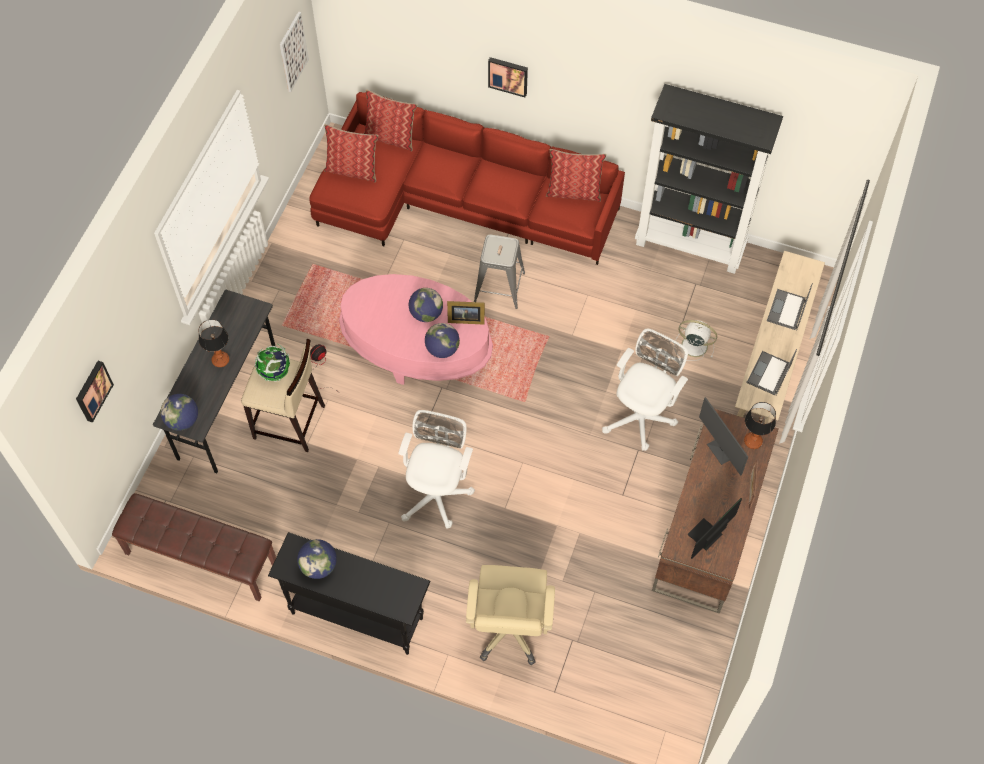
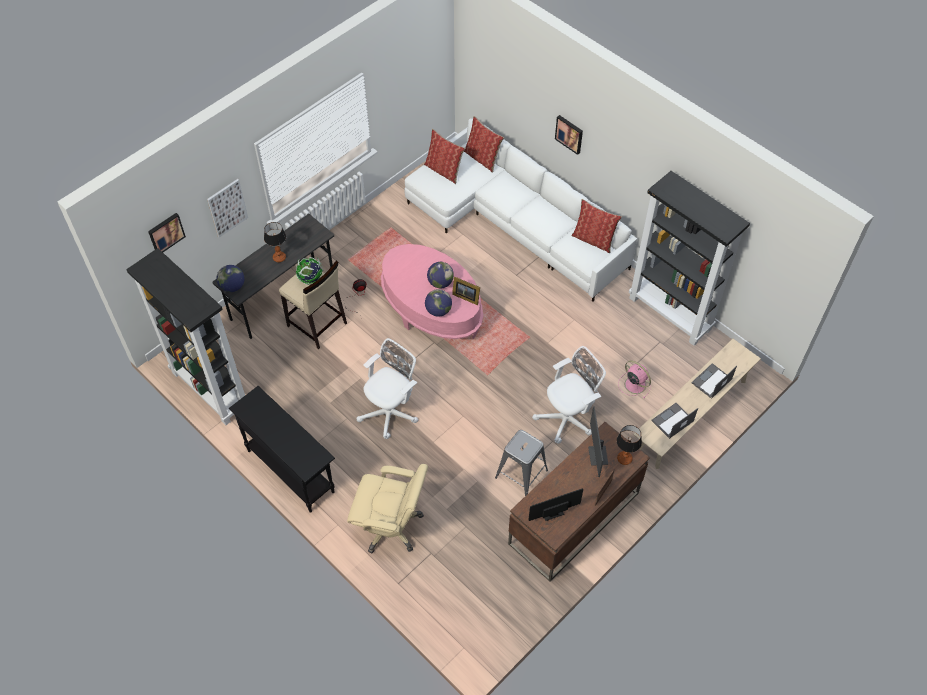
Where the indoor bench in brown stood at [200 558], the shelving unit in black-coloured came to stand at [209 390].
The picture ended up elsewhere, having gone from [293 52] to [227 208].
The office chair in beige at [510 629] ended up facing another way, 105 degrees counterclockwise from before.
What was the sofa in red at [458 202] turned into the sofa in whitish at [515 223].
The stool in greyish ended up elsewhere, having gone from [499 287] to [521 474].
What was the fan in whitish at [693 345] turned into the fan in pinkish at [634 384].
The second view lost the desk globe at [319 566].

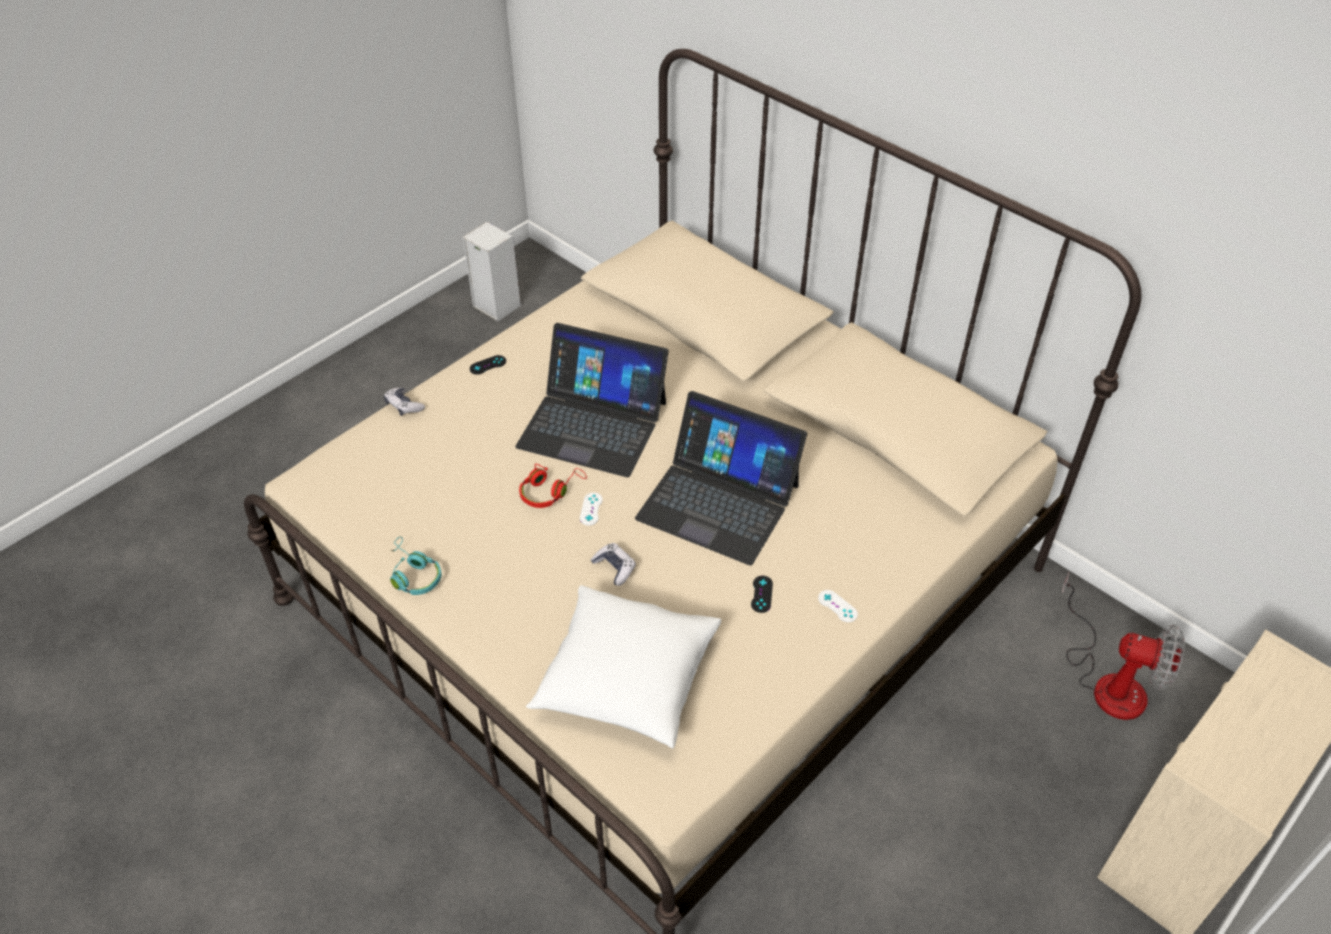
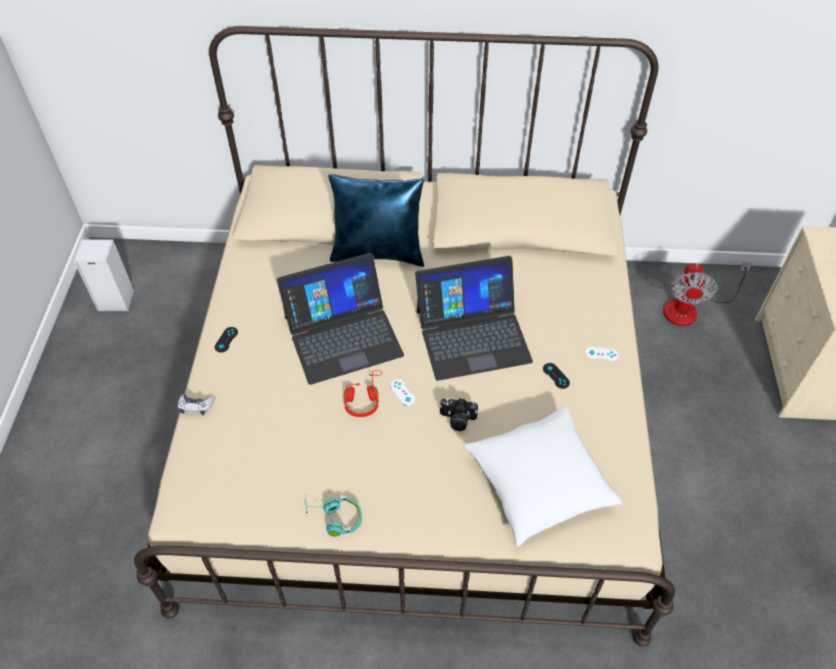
The second view gained the cushion in bluish at [378 252].
Where the gamepad stood at [614 568], the still camera came to stand at [457 420].
The fan at [1109 681] ended up facing another way, 120 degrees clockwise from before.

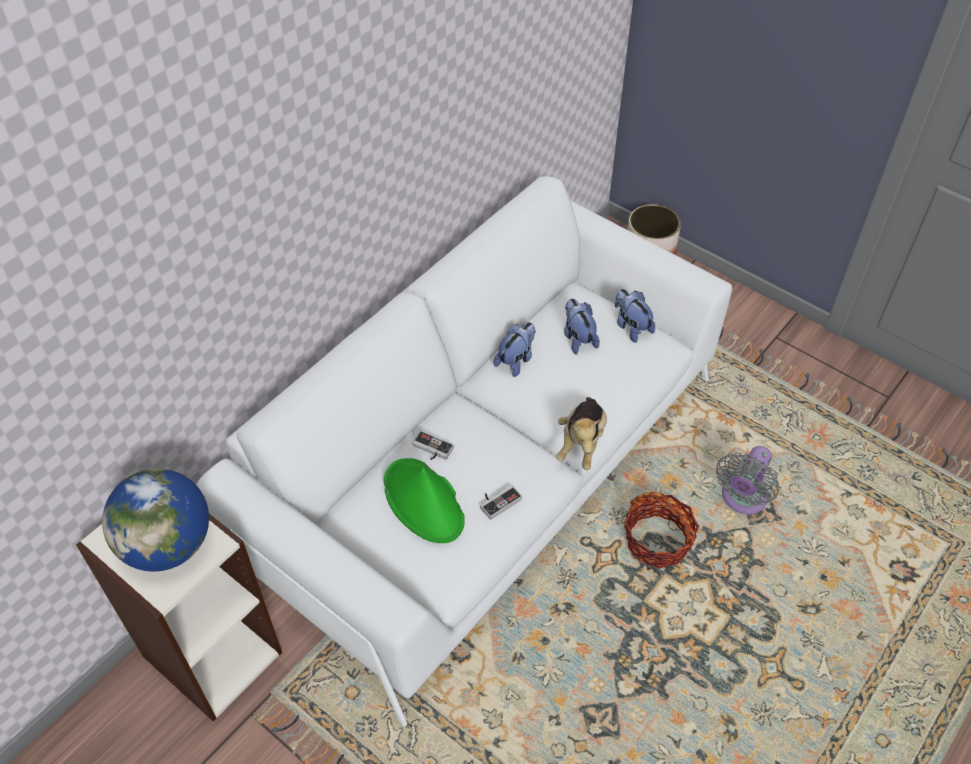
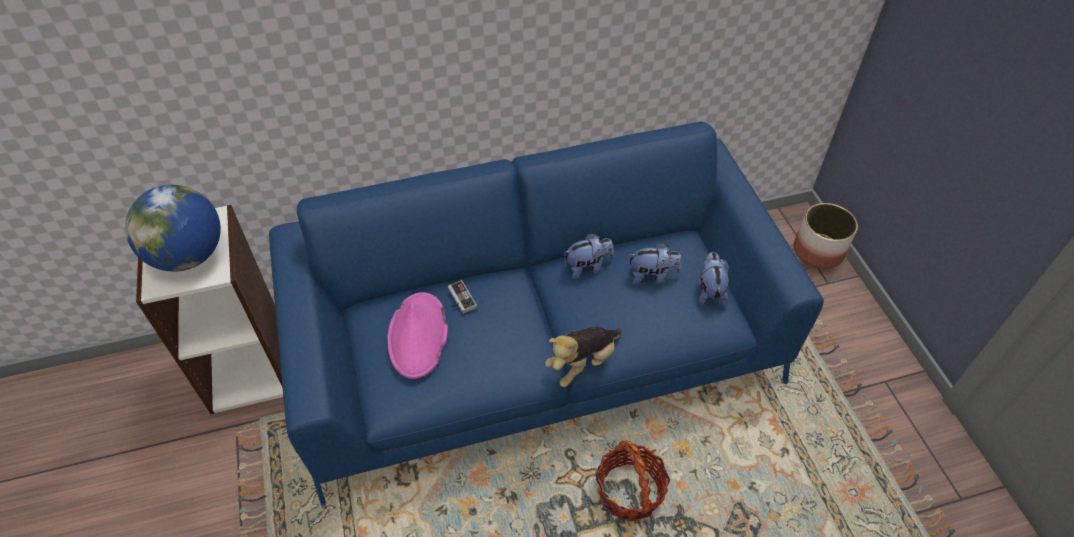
What was the sofa in whitish at [485 472] turned into the sofa in bluish at [537 351].
What was the hat in green at [424 502] turned into the hat in pinkish at [418 336].
The soft toy at [578 338] ended up facing another way, 75 degrees clockwise from before.
The second view lost the gamepad at [498 501].
The second view lost the fan in greyish at [742 499].

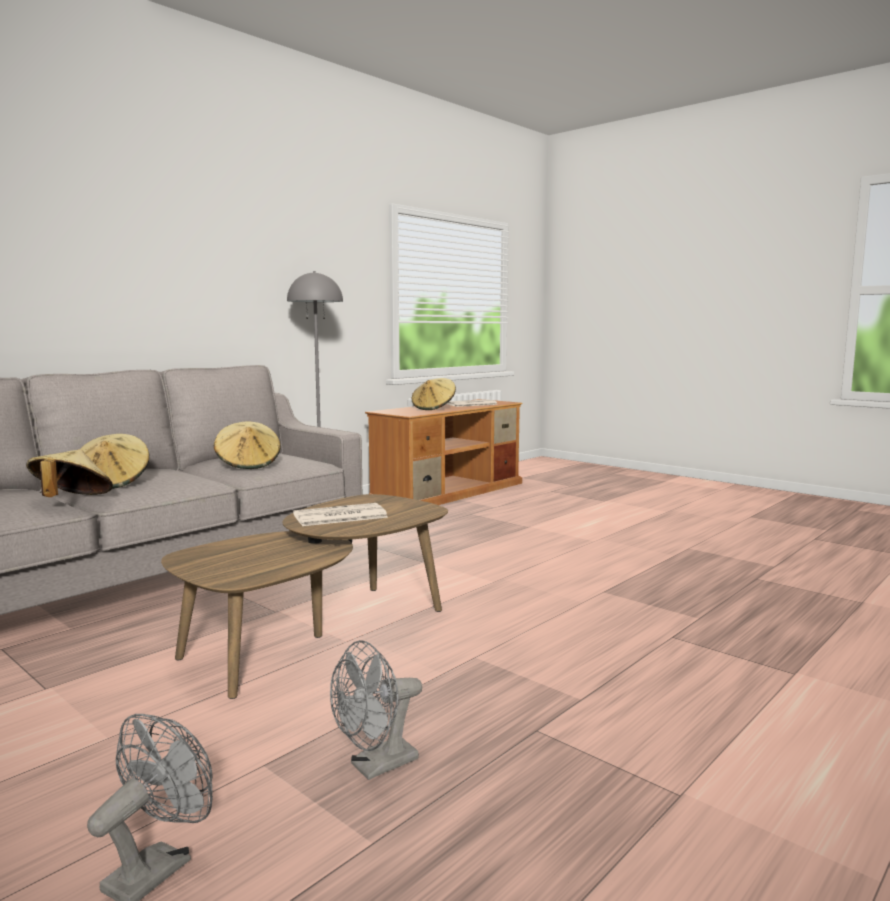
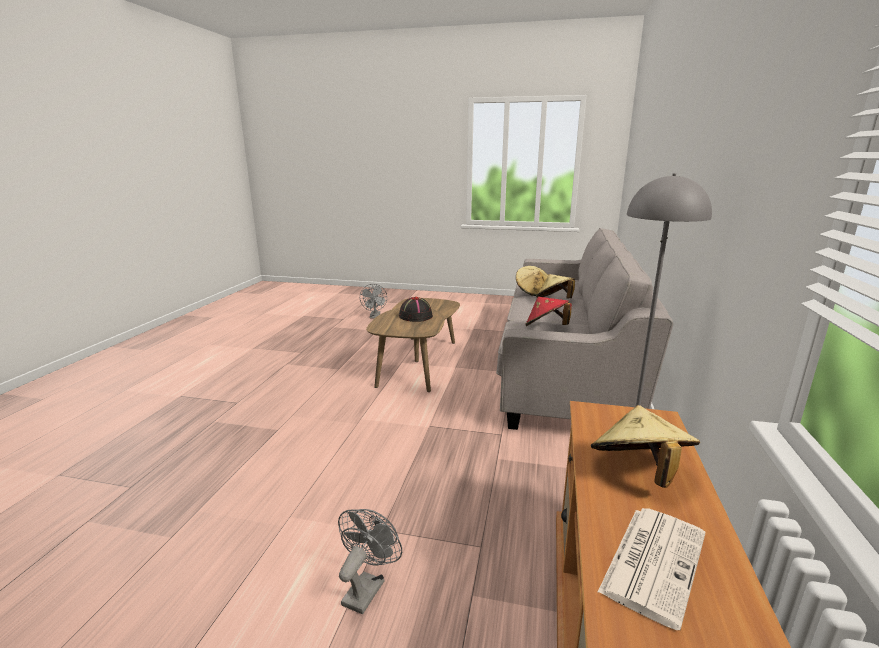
The fan in greyish ended up elsewhere, having gone from [376 766] to [367 587].
Where the printed paper stood at [339 516], the hat in black-coloured came to stand at [415 316].
What was the hat in beige at [248 464] turned into the hat in red at [546 327].

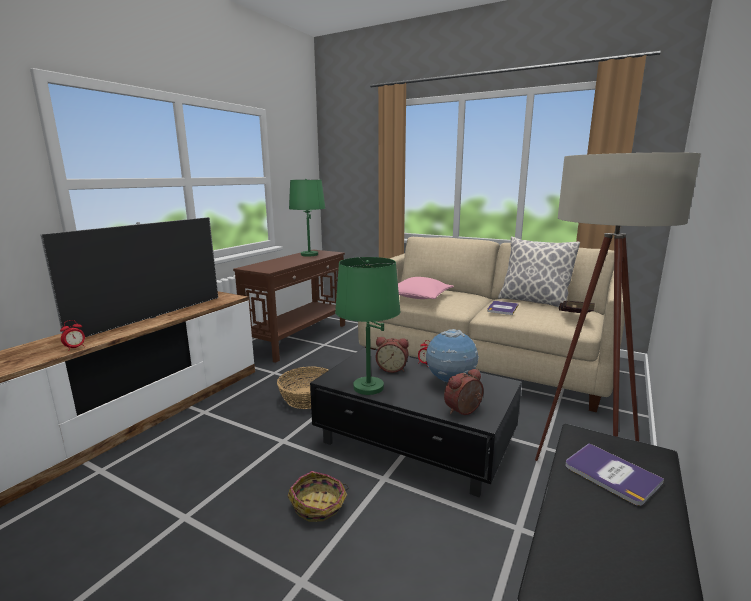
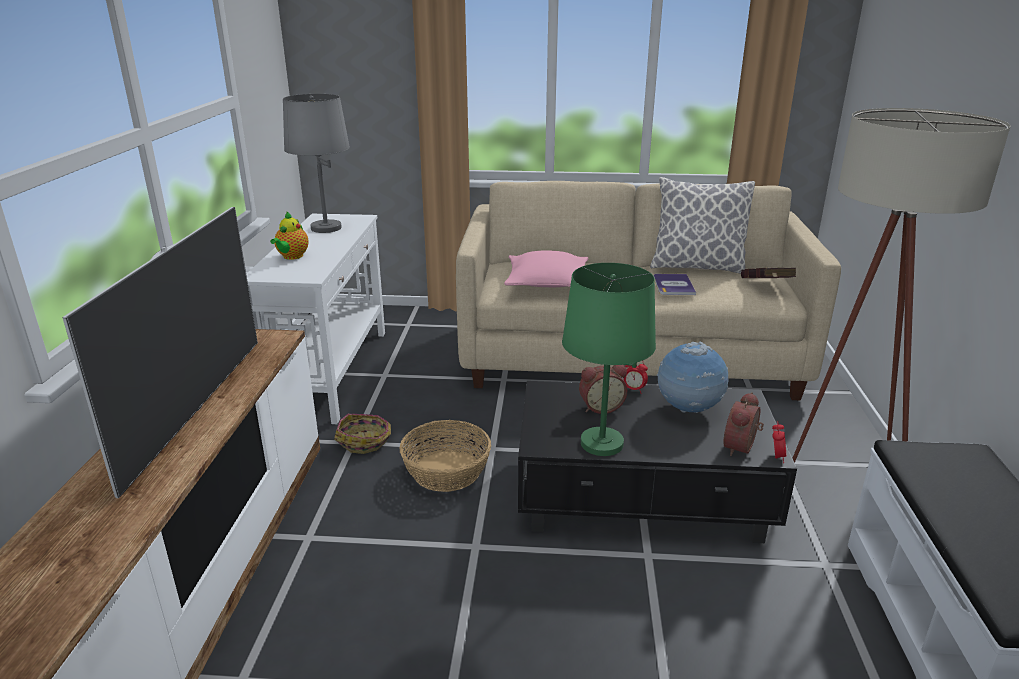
What was the console table in brown at [299 338] turned into the console table in whitish at [332 371].
The second view gained the tea pot at [292 257].
What was the lamp for a table in green at [309 254] turned into the lamp for a table in greyish at [325 228].
The basket ended up elsewhere, having gone from [319 505] to [365 441].
The alarm clock ended up elsewhere, having gone from [75 348] to [776 457].
The second view lost the bound book at [611 474].

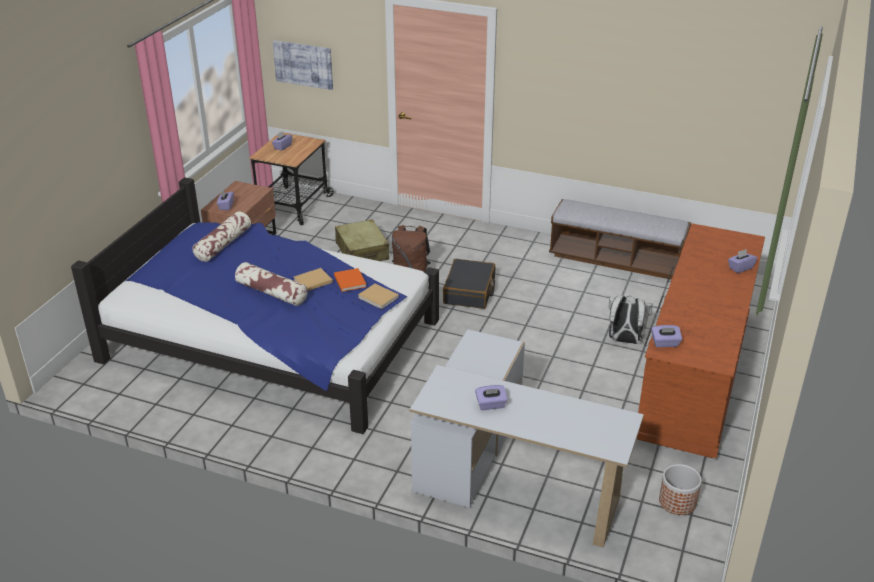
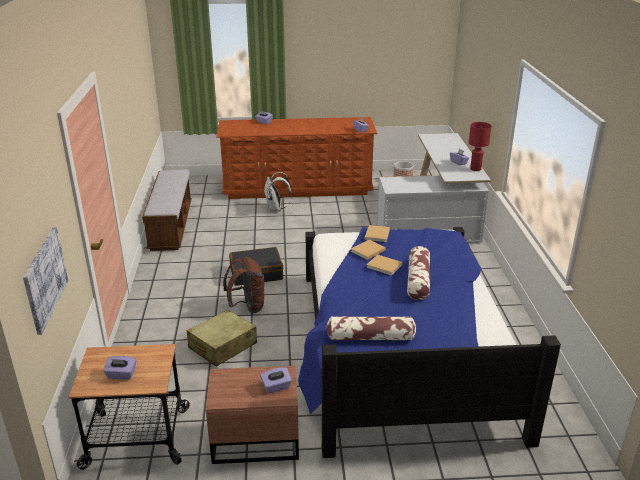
What was the bound book in orangey at [349 280] turned into the bound book in beige at [367 251].
The second view gained the lamp for a table in red at [475 169].

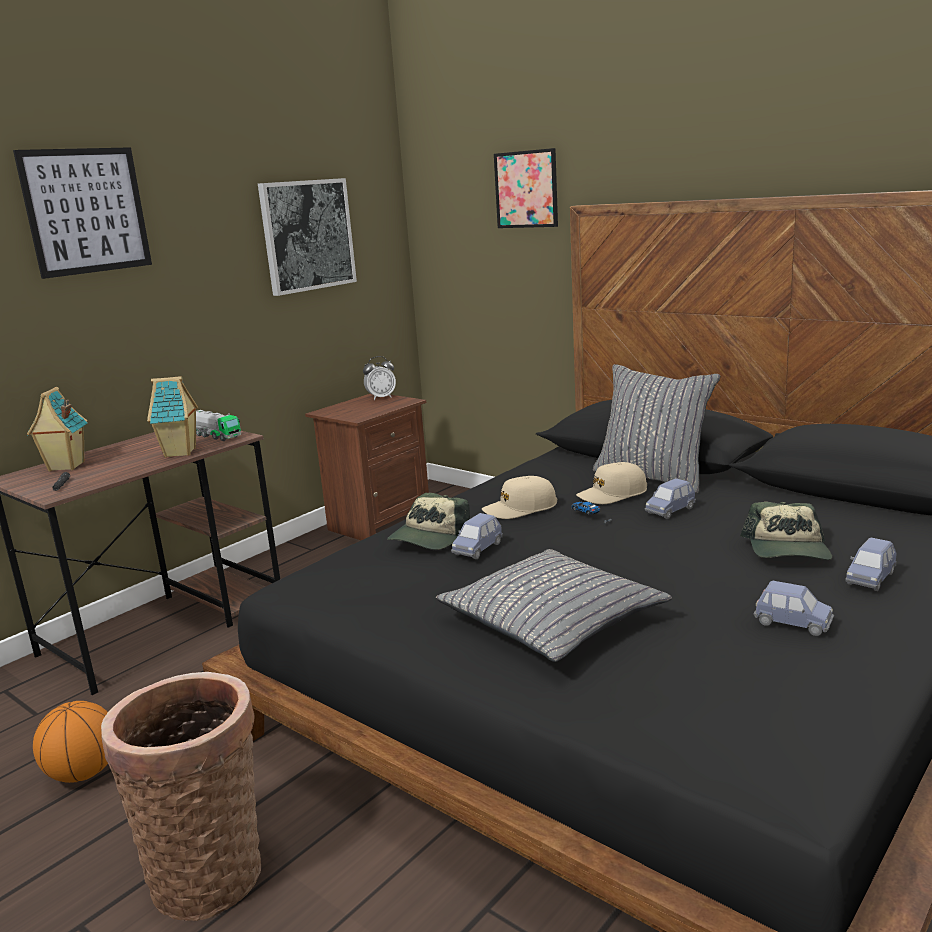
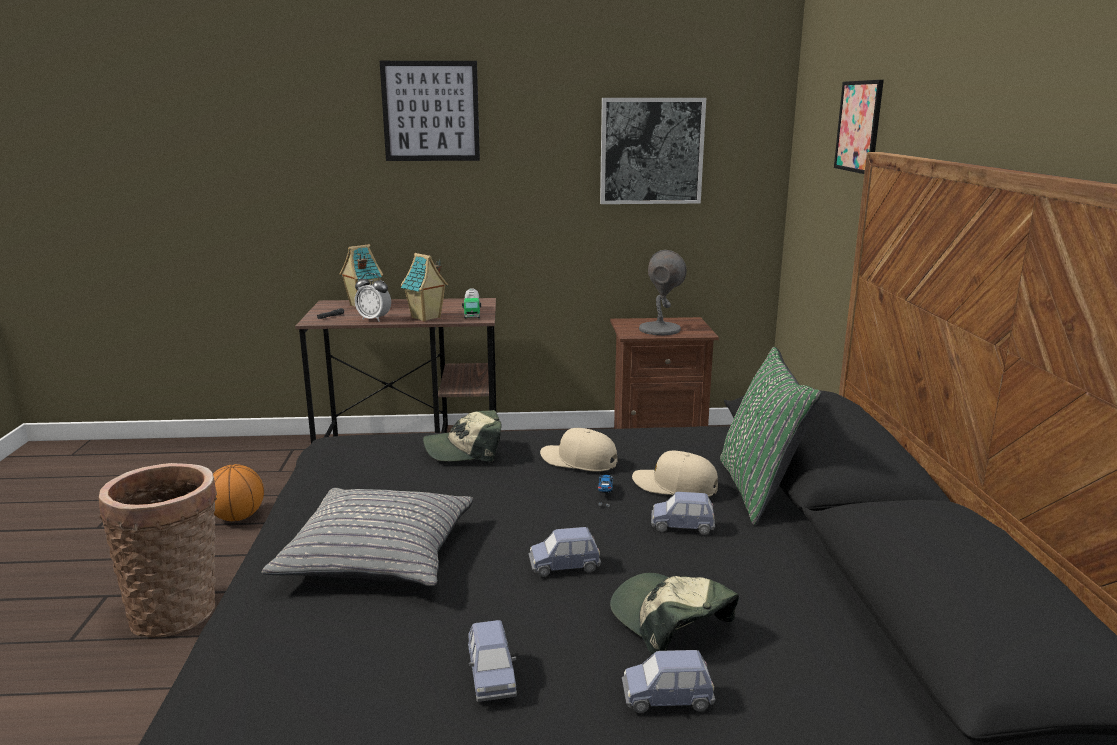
The alarm clock ended up elsewhere, having gone from [381 398] to [374 319].
The toy car in bluish ended up elsewhere, having gone from [478 549] to [564 566].
The peaked cap at [788 550] ended up facing another way, 90 degrees clockwise from before.
The second view gained the lamp for a table in greyish at [659 329].
What was the cushion in greyish at [653 476] turned into the cushion in green at [759 489].

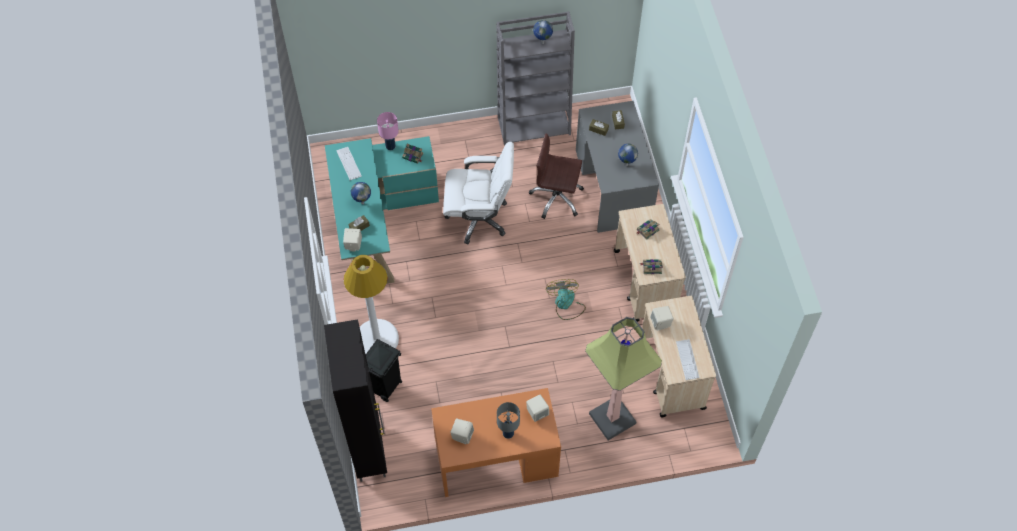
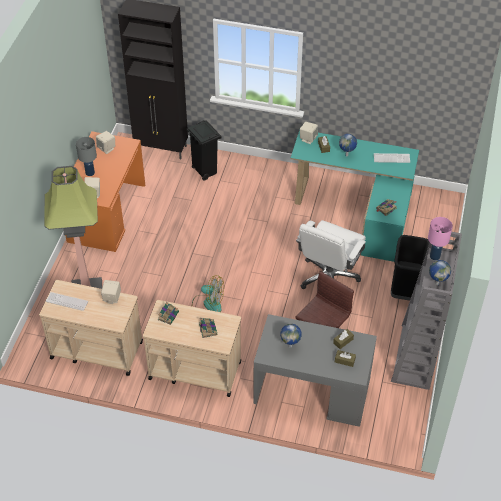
The second view gained the trash can in black-coloured at [406 290].
The lamp for a table in pinkish ended up elsewhere, having gone from [390 146] to [434 256].
The second view lost the floor lamp in whitish at [376 339].

